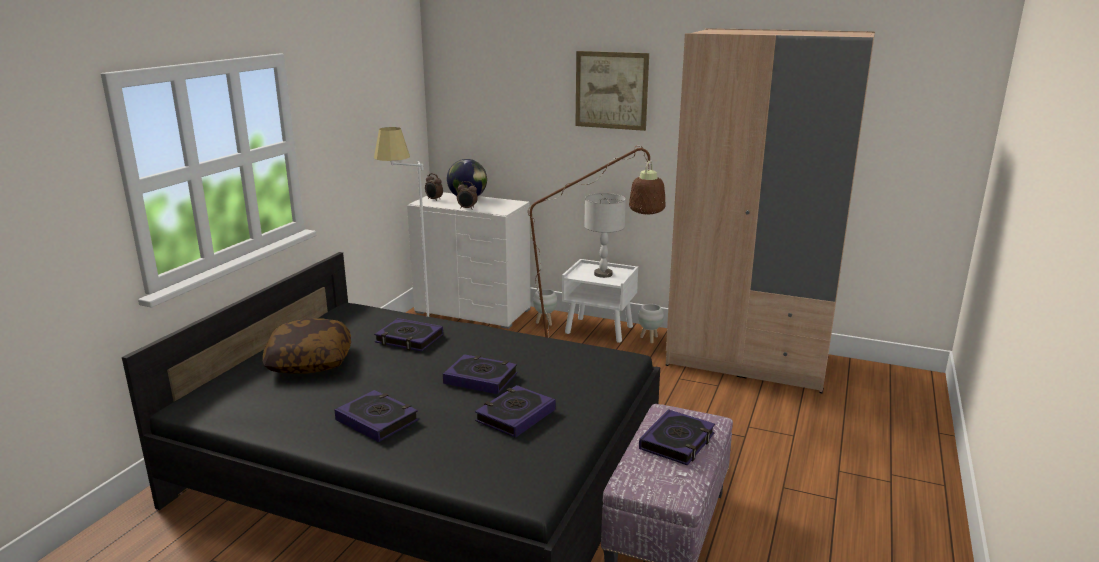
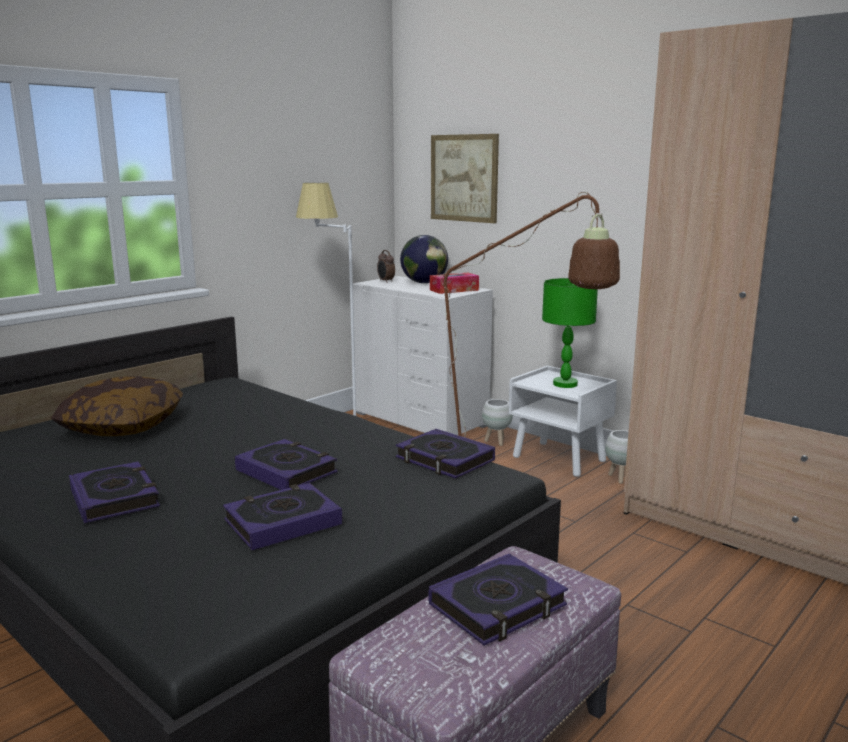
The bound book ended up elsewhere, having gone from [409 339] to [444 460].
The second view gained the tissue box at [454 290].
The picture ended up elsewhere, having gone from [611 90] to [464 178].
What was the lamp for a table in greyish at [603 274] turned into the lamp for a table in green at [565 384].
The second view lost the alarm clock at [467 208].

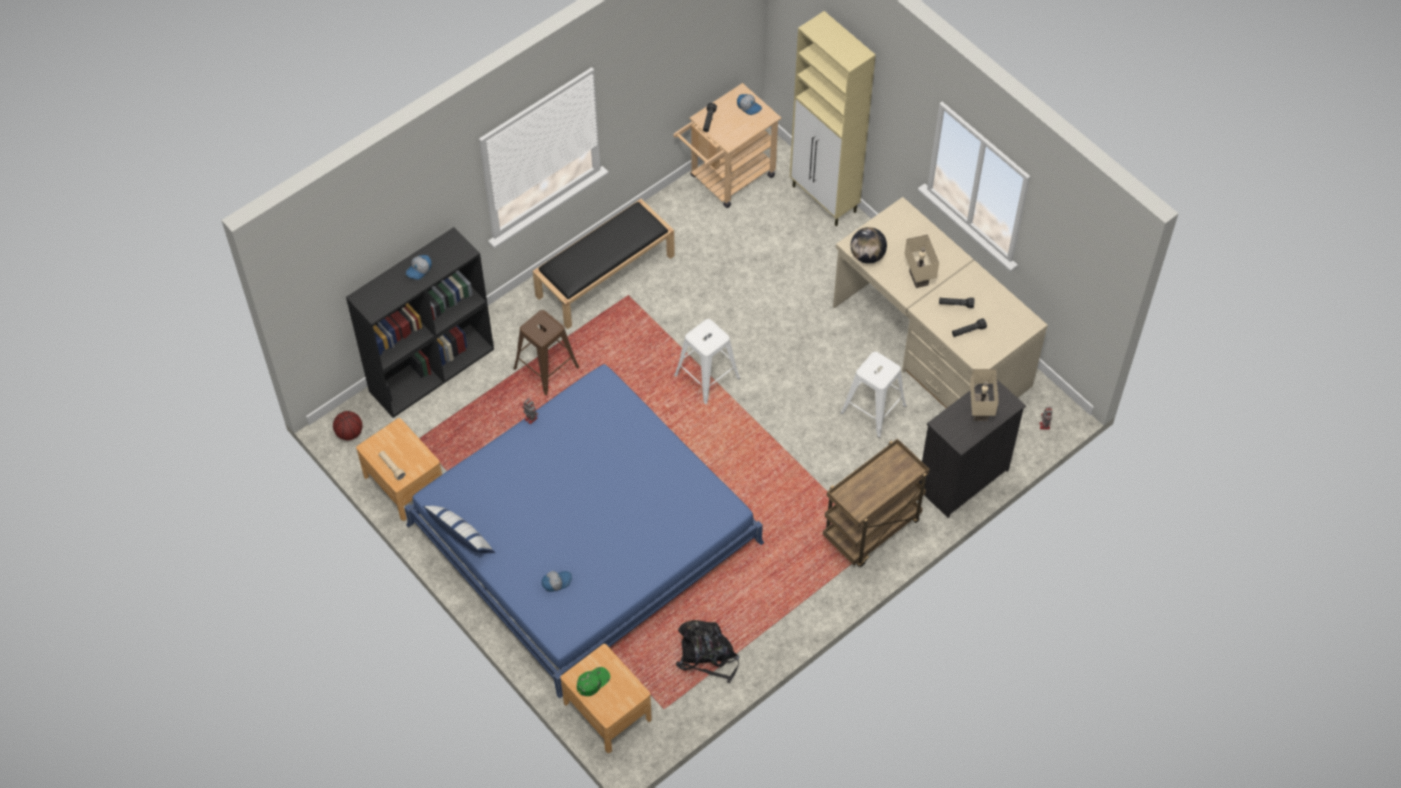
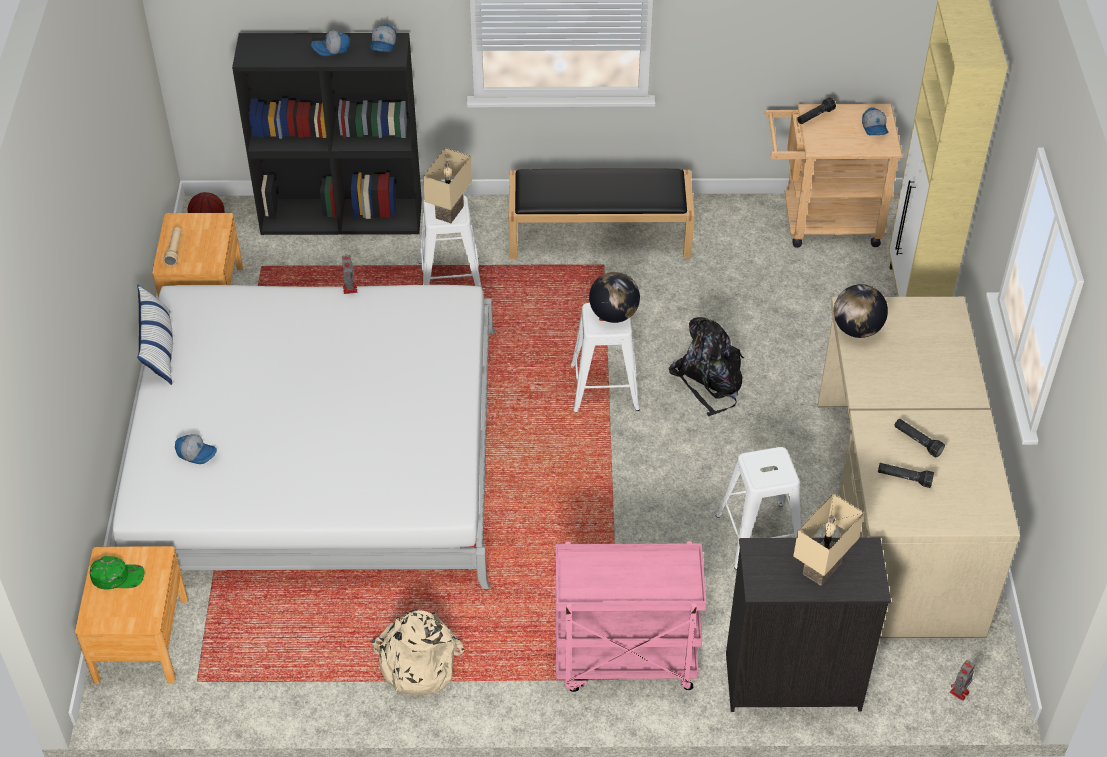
What was the sleeping bed in bluish at [585 534] turned into the sleeping bed in whitish at [316 452].
The second view gained the peaked cap at [384 44].
The second view gained the rucksack in beige at [416 663].
What was the stool in brown at [547 367] turned into the stool in whitish at [451 280].
The lamp for a table in beige ended up elsewhere, having gone from [920 278] to [451 213].
What was the wheeled cart in brown at [871 530] turned into the wheeled cart in pinkish at [624 661].
The second view gained the desk globe at [613 315].
The rucksack in black-coloured ended up elsewhere, having gone from [707 655] to [709 381].

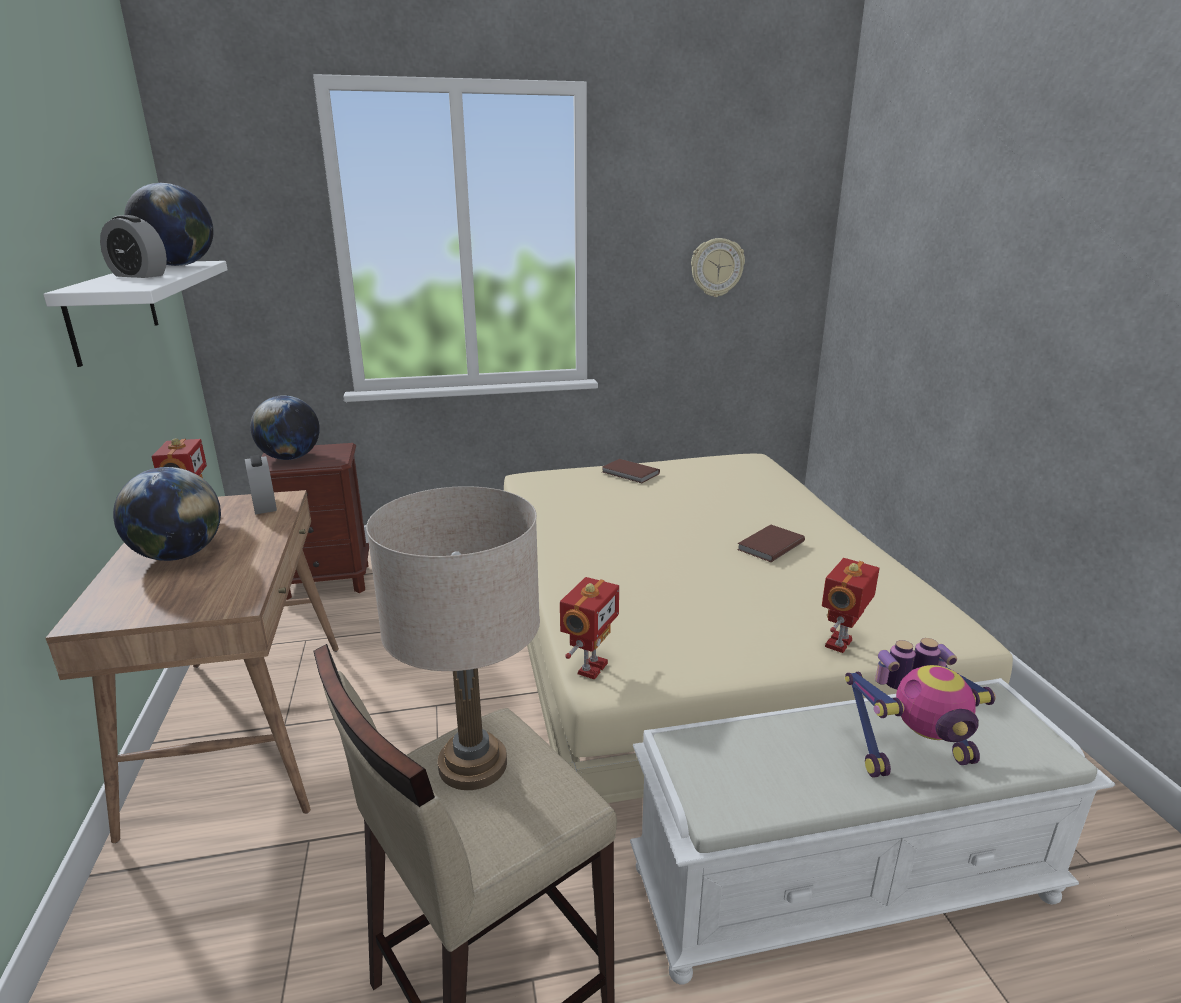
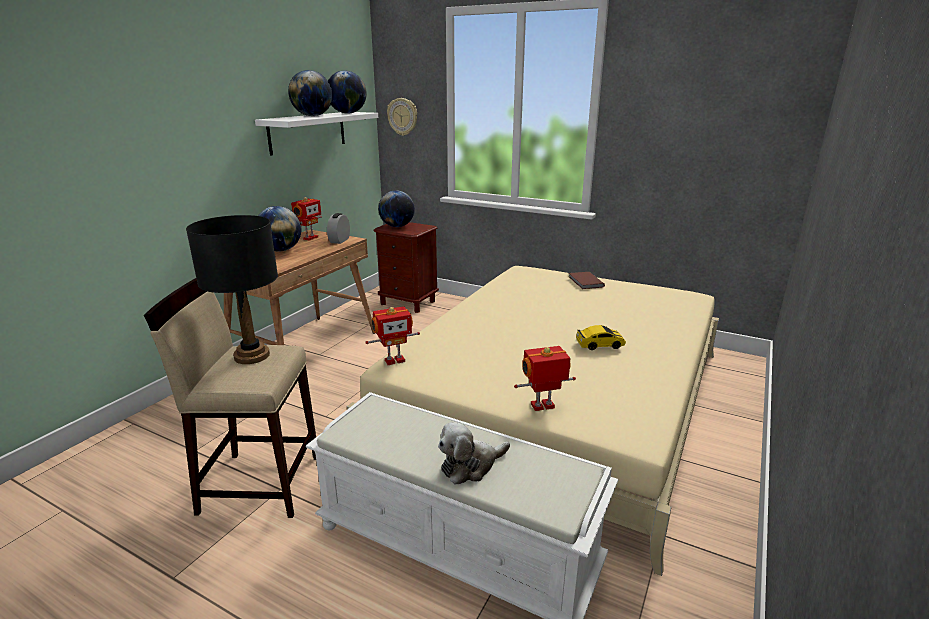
What was the lamp for a table in beige at [473 764] turned into the lamp for a table in black-coloured at [252 356].
Where the alarm clock stood at [139 276], the desk globe came to stand at [313 116].
The wall clock ended up elsewhere, having gone from [716 267] to [402 116].
Where the model robot stood at [911 755], the soft toy came to stand at [471 466].
Where the bound book in brown stood at [769 545], the toy car came to stand at [600 345].

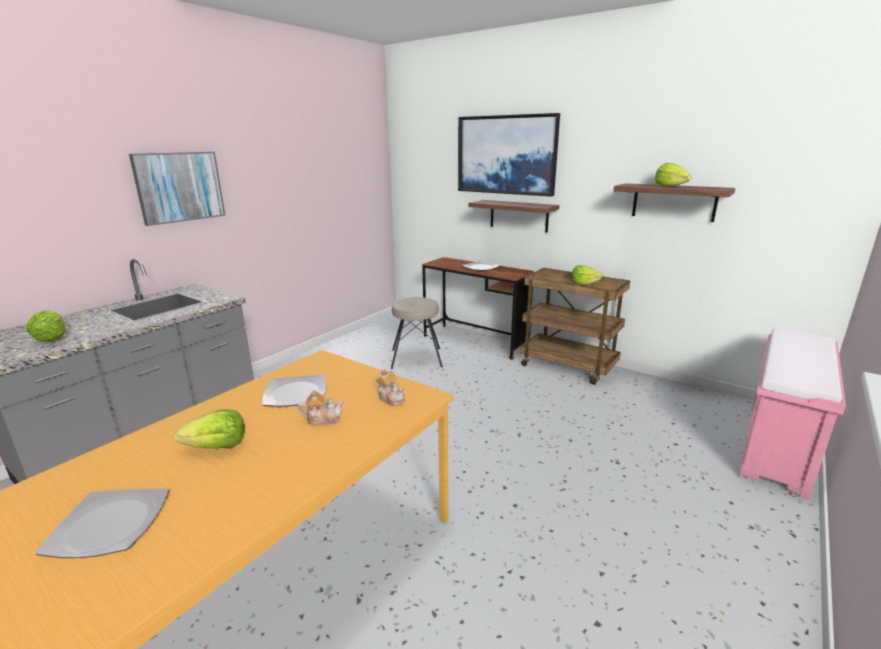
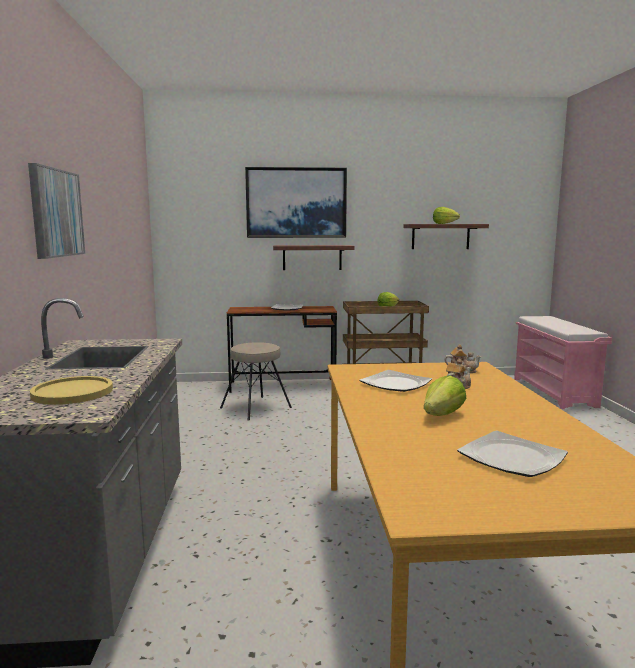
Where the lettuce stood at [52 337], the flat dish in yellow came to stand at [72 392].

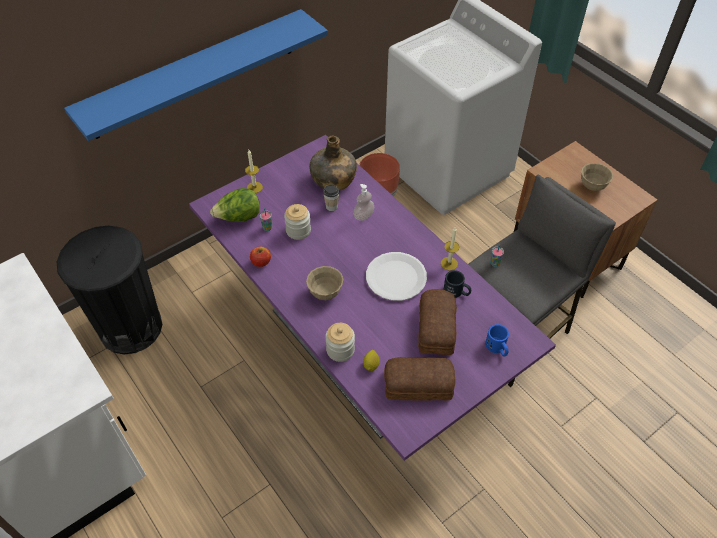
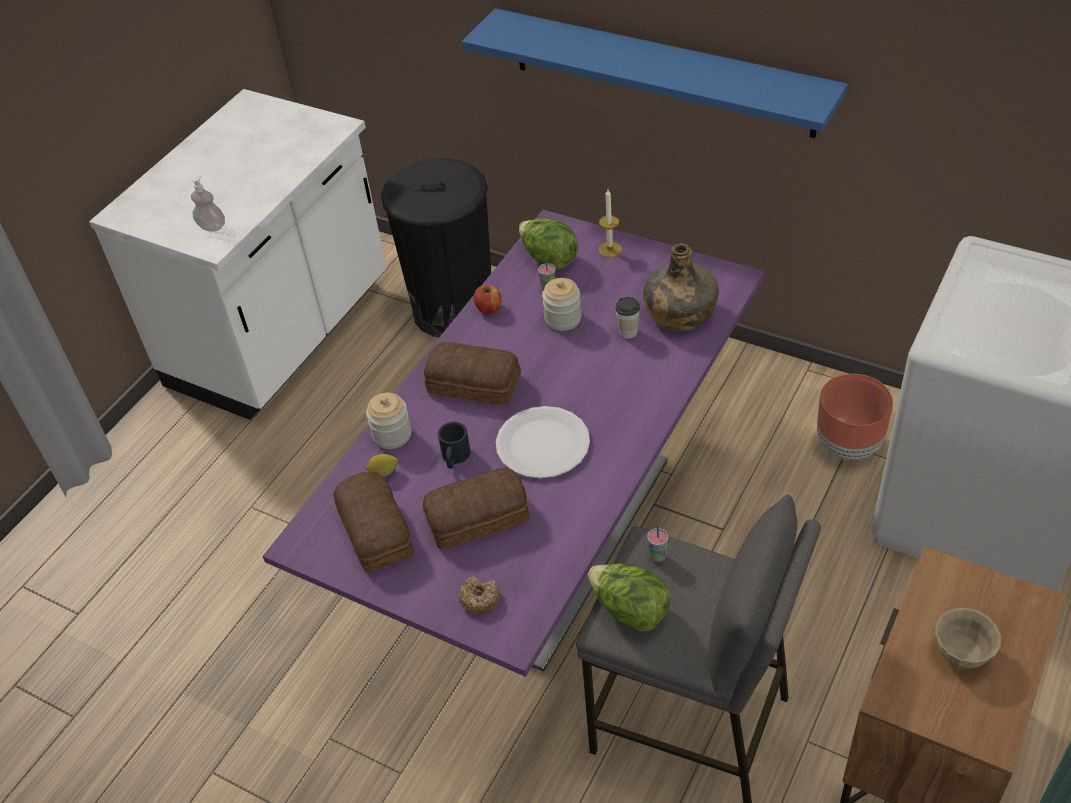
The liquid soap bottle ended up elsewhere, having gone from [363 216] to [212 227].
Where the deep dish in beige stood at [325 292], the bakery bread came to stand at [474 385].
The coffee mug in black-coloured ended up elsewhere, having gone from [456 292] to [454 458].
Where the coffee mug in bluish stood at [497 348], the ring doughnut came to stand at [479 599].
The second view gained the lettuce at [629 610].
The second view lost the wax candle at [449 263].

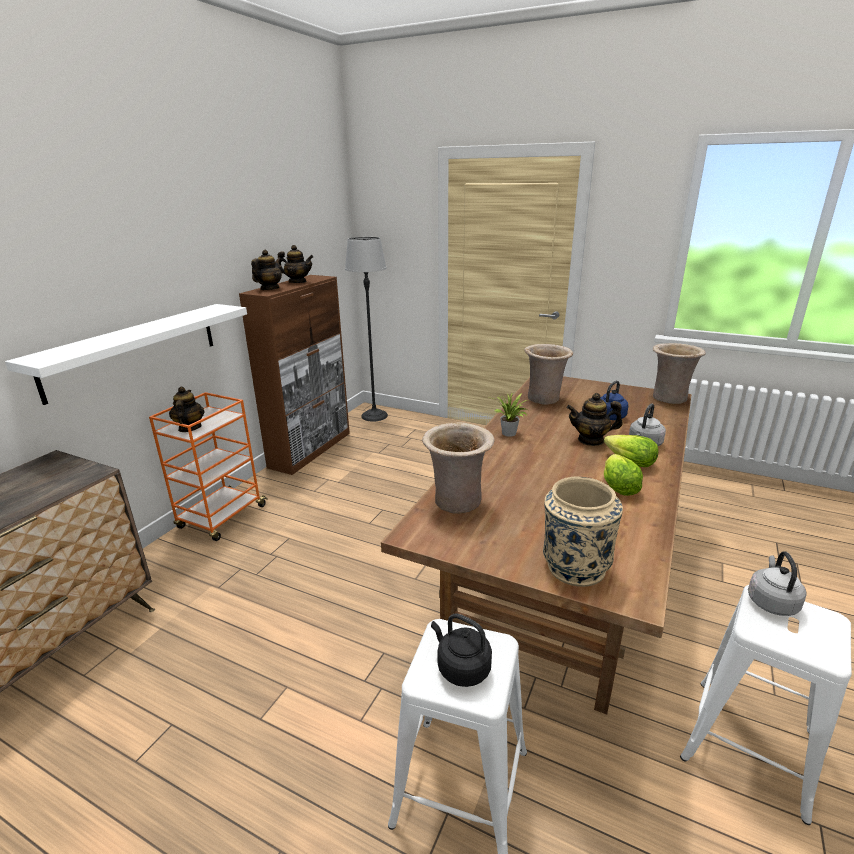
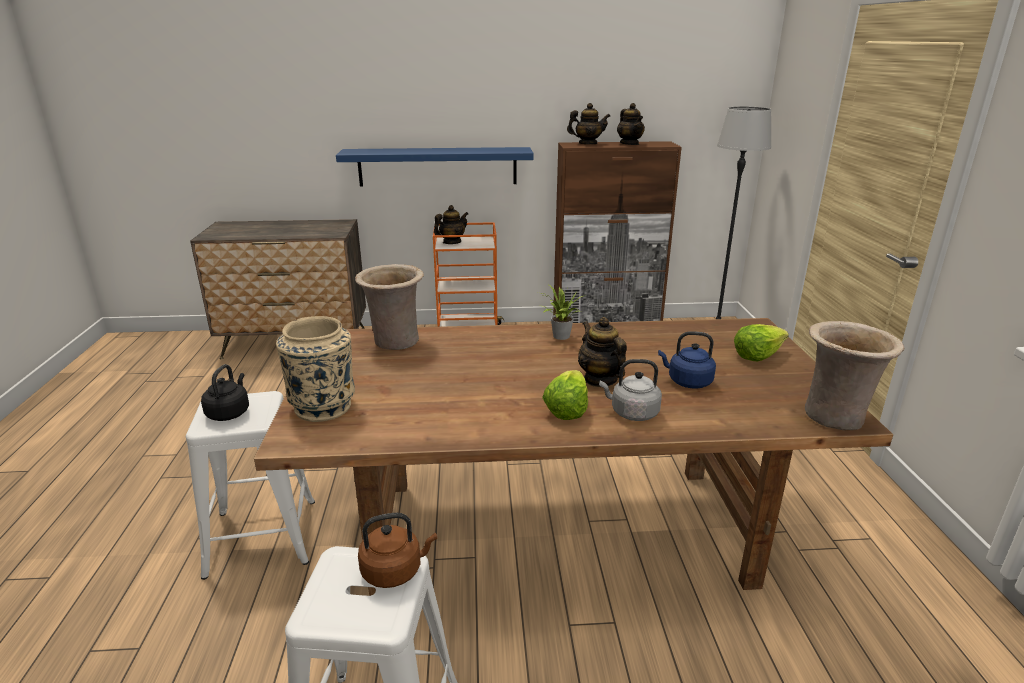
What was the wall shelf in whitish at [134 349] turned into the wall shelf in bluish at [437 166].
What was the kettle in greyish at [771 601] turned into the kettle in brown at [395 571].
The lettuce ended up elsewhere, having gone from [618 486] to [757 355].
The second view lost the flower vase in beige at [544 399].

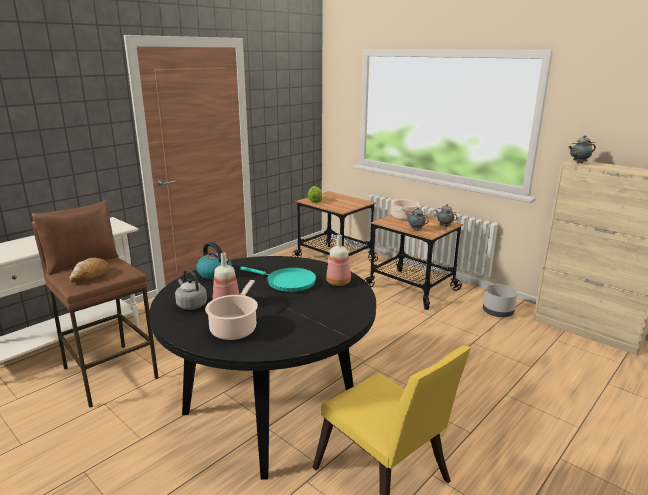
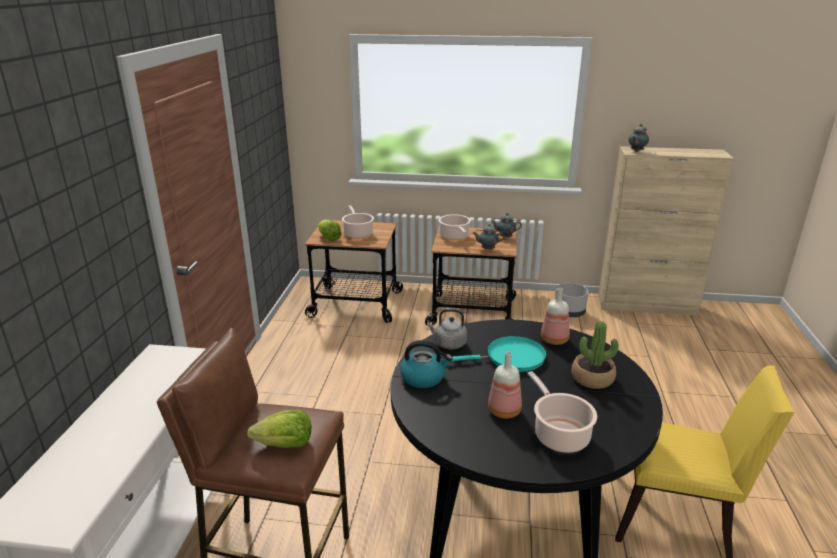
Where the bakery bread stood at [90 276], the lettuce came to stand at [285 445].
The second view gained the stockpot at [358 233].
The kettle in greyish ended up elsewhere, having gone from [191 304] to [448 344].
The second view gained the houseplant at [592 378].

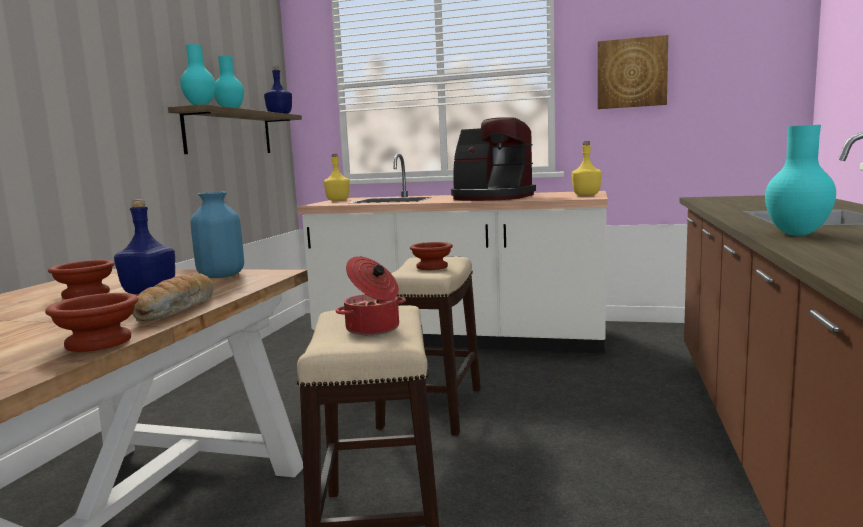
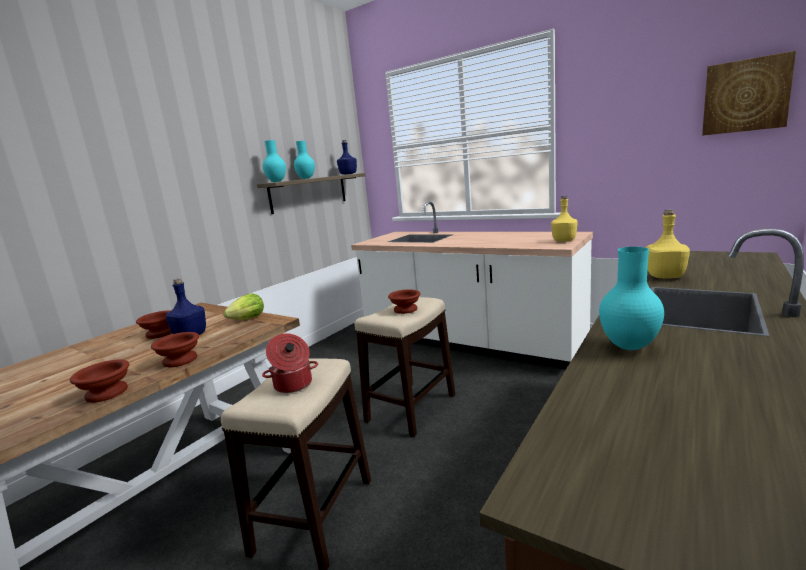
Where the bakery bread stood at [178 310], the deep dish in brown came to stand at [180 361].
Where the flower vase in bluish stood at [222 275], the lettuce came to stand at [245 320].
The drink bottle in yellow ended up elsewhere, having gone from [338 200] to [664 276].
The picture ended up elsewhere, having gone from [631 73] to [745 96].
The second view lost the coffee machine at [491 198].

